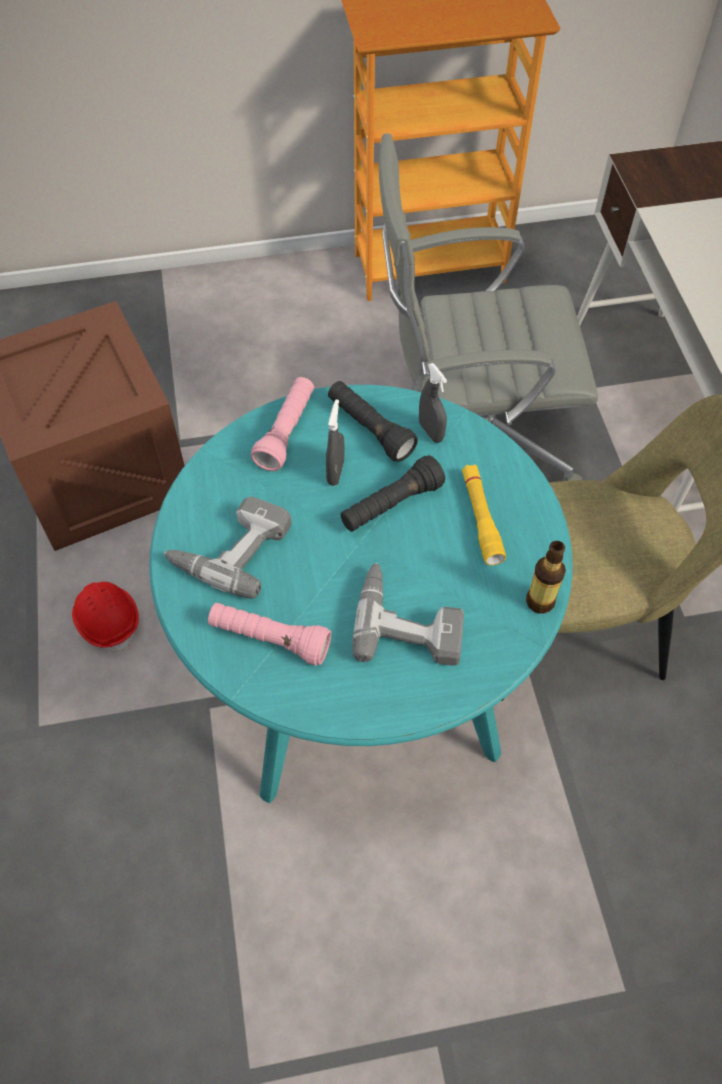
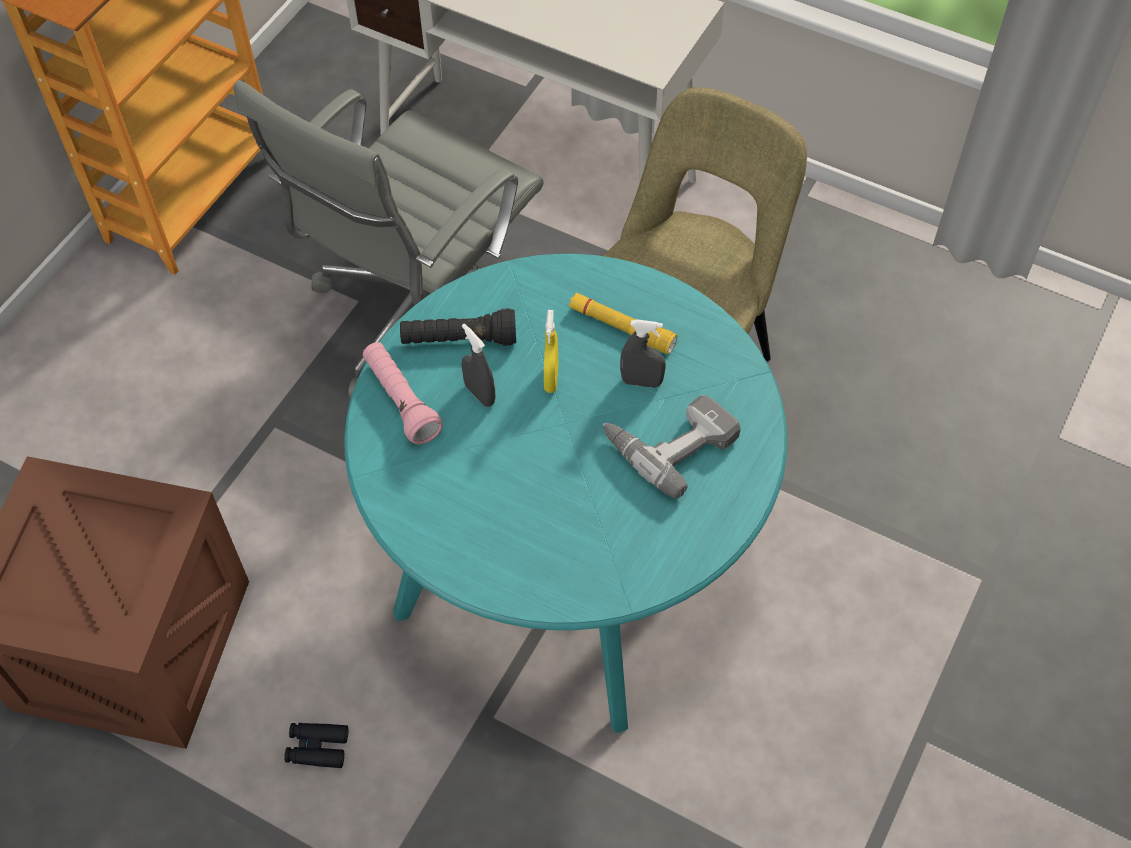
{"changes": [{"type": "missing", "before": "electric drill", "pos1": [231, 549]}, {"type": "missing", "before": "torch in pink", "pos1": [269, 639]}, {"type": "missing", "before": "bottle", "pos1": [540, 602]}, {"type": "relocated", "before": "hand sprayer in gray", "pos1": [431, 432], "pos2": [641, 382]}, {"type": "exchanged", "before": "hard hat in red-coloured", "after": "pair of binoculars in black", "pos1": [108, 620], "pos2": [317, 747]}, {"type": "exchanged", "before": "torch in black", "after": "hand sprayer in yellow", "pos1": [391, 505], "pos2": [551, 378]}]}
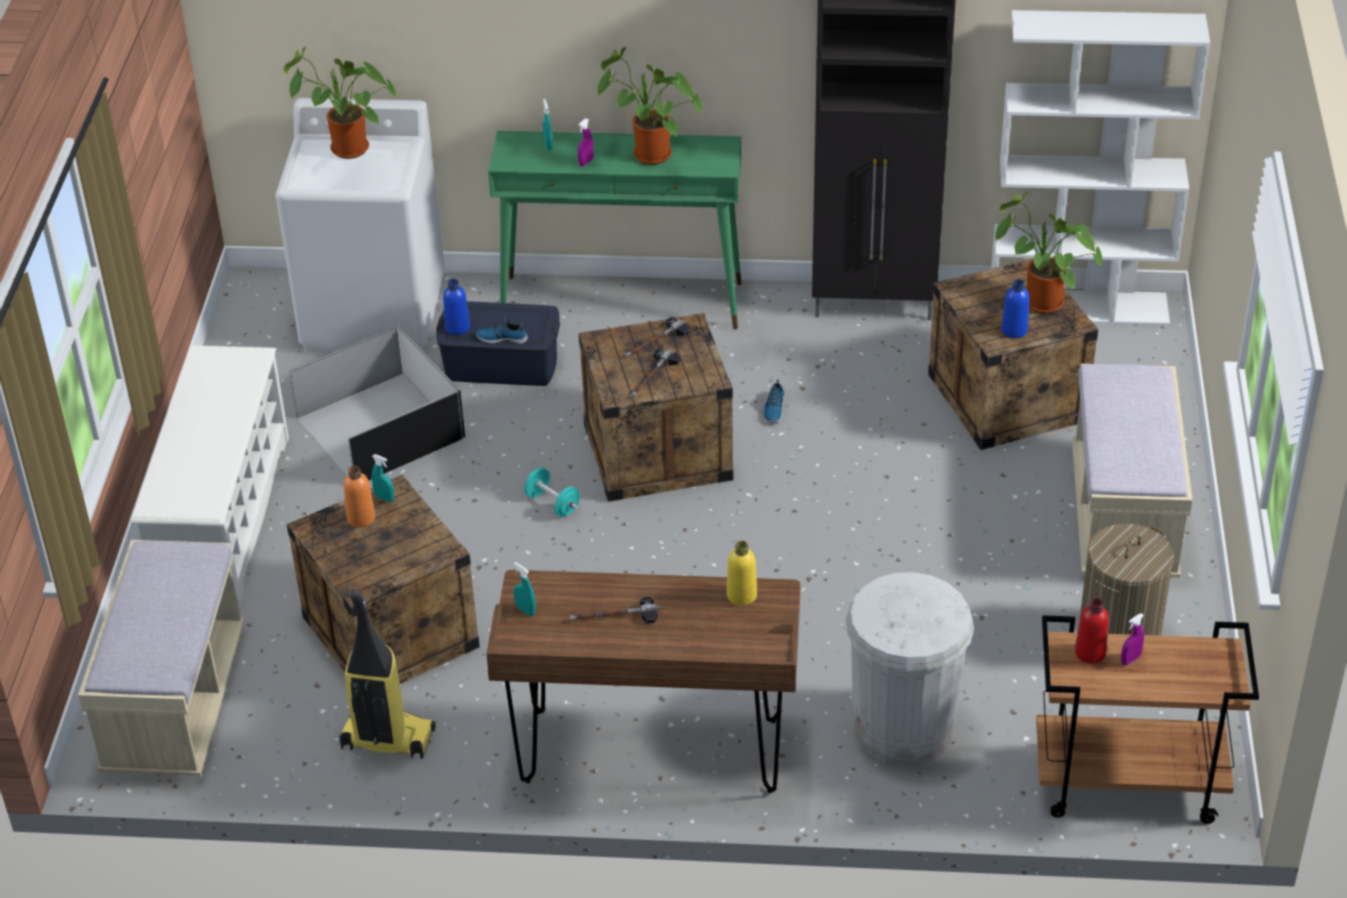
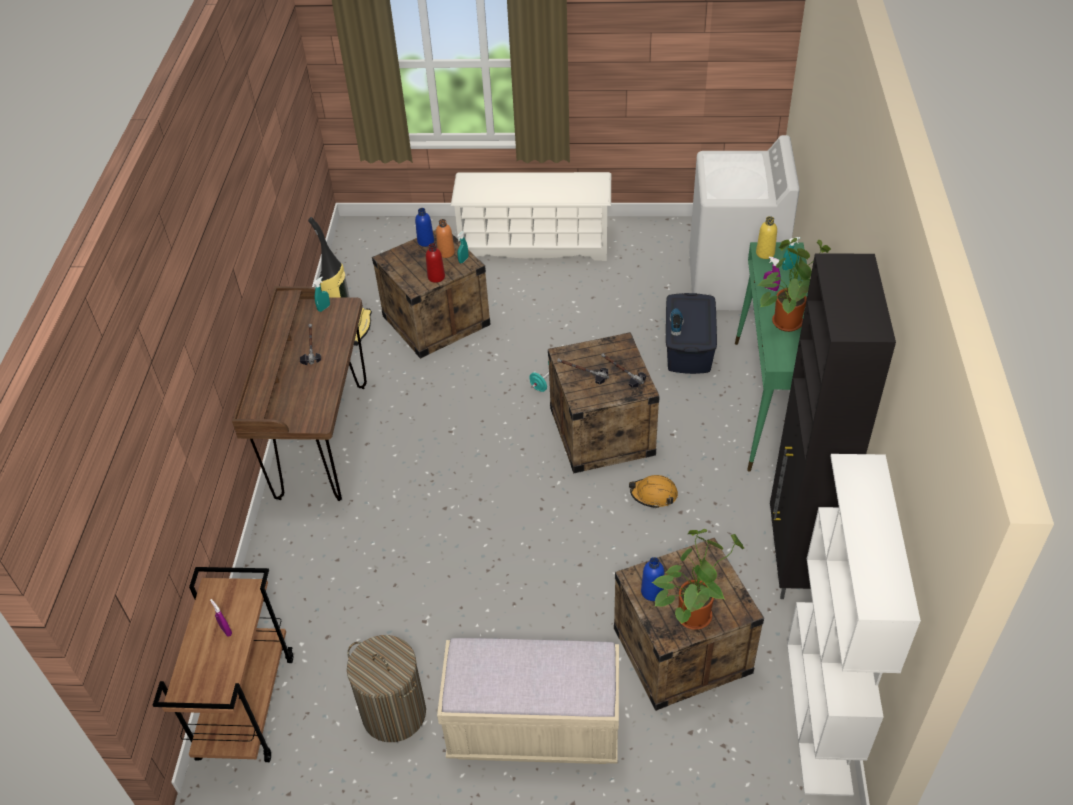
{"changes": [{"type": "missing", "before": "bench in sand-coloured", "pos1": [176, 703]}, {"type": "missing", "before": "plant in a pot", "pos1": [345, 150]}, {"type": "missing", "before": "storage box in black", "pos1": [379, 426]}, {"type": "missing", "before": "trash can in white-coloured", "pos1": [903, 727]}, {"type": "relocated", "before": "bottle in bluish", "pos1": [457, 327], "pos2": [425, 241]}, {"type": "relocated", "before": "bottle in yellow", "pos1": [741, 595], "pos2": [765, 253]}, {"type": "relocated", "before": "bottle in red-coloured", "pos1": [1090, 653], "pos2": [436, 277]}, {"type": "exchanged", "before": "shoe", "after": "hard hat in orange", "pos1": [773, 409], "pos2": [654, 495]}]}
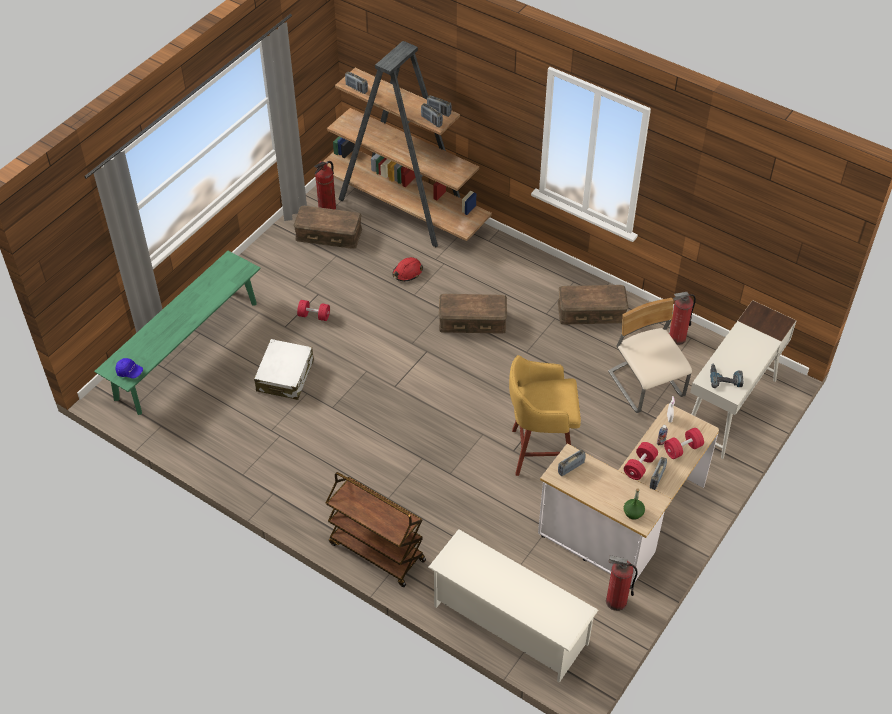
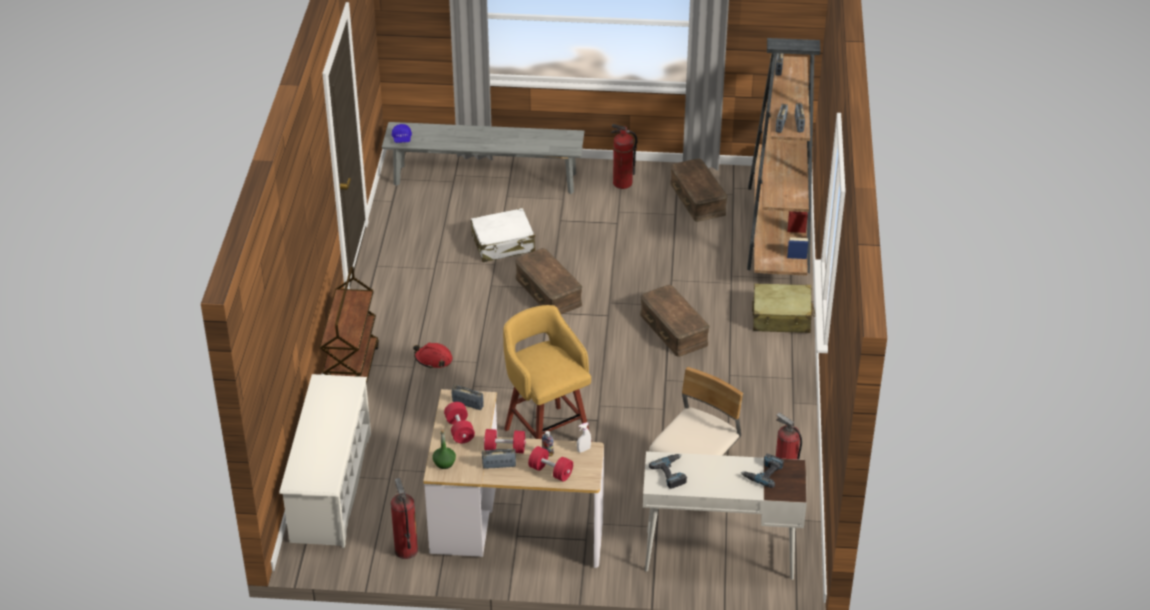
{"changes": [{"type": "appeared", "after": "electric drill", "pos2": [763, 473]}, {"type": "appeared", "after": "travel case in sand-coloured", "pos2": [781, 317]}, {"type": "relocated", "before": "dumbbell in red-coloured", "pos1": [314, 315], "pos2": [459, 430]}, {"type": "relocated", "before": "fire-fighting cylinder", "pos1": [327, 208], "pos2": [622, 183]}, {"type": "relocated", "before": "hard hat in red-coloured", "pos1": [407, 273], "pos2": [433, 359]}, {"type": "relocated", "before": "storage box in brown", "pos1": [591, 312], "pos2": [547, 291]}, {"type": "colour", "before": "bench in green", "after": "bench in gray", "pos1": [187, 350], "pos2": [485, 179]}]}
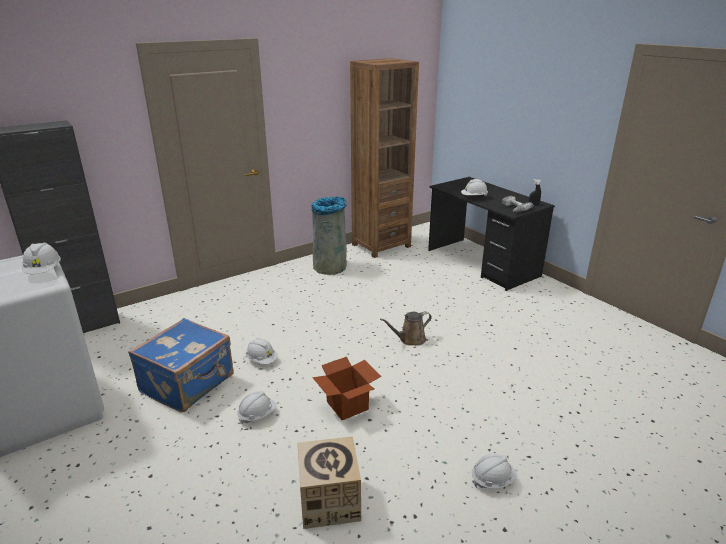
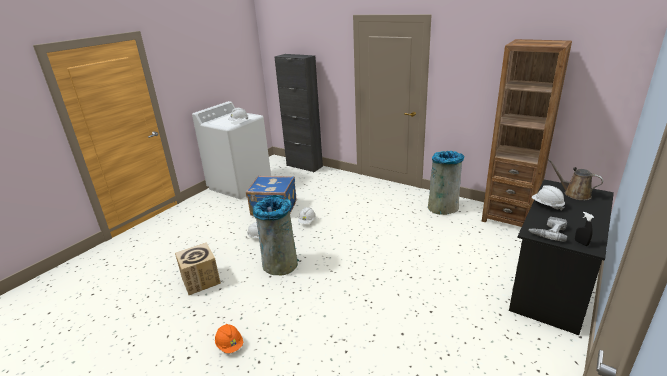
{"changes": [{"type": "relocated", "before": "watering can in brown", "pos1": [410, 339], "pos2": [574, 194]}, {"type": "exchanged", "before": "cardboard box", "after": "trash can in gray", "pos1": [347, 405], "pos2": [279, 264]}, {"type": "colour", "before": "hard hat in white-coloured", "after": "hard hat in orange", "pos1": [493, 480], "pos2": [230, 345]}]}
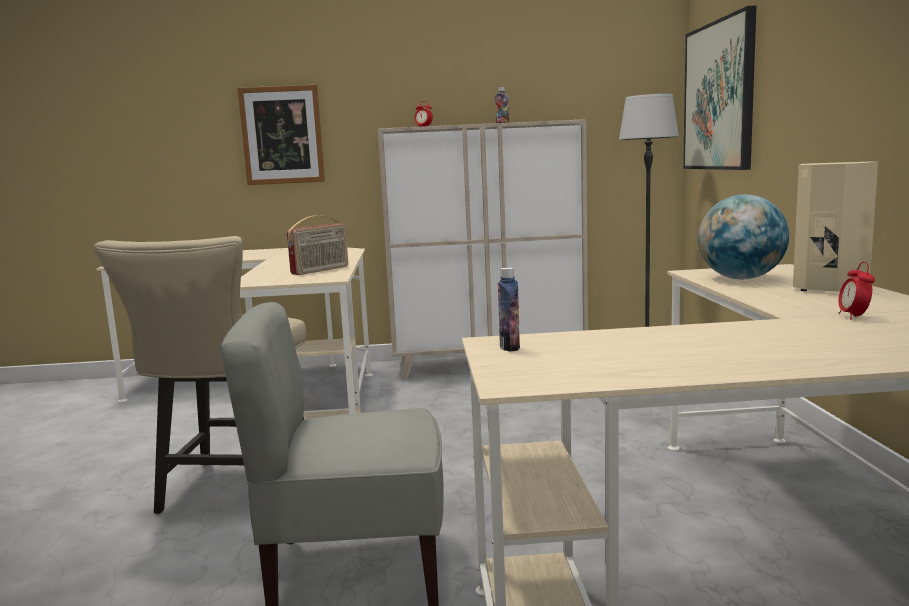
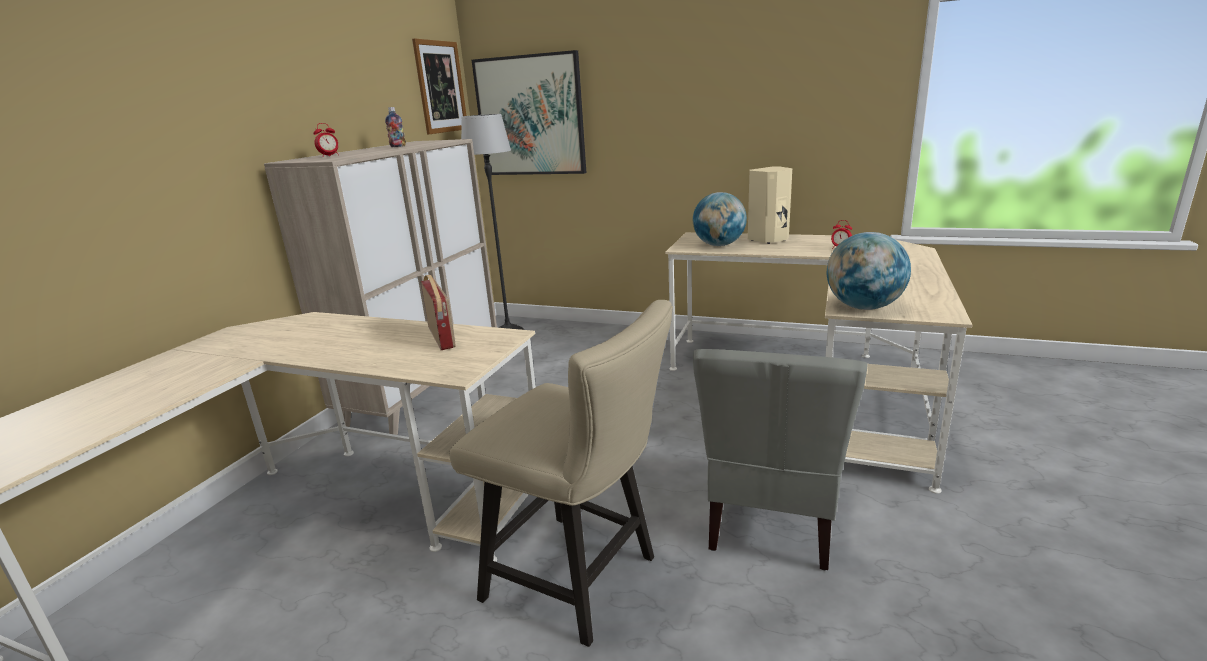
{"changes": [{"type": "relocated", "before": "picture", "pos1": [282, 135], "pos2": [440, 87]}, {"type": "exchanged", "before": "bottle", "after": "world globe", "pos1": [509, 347], "pos2": [863, 307]}]}
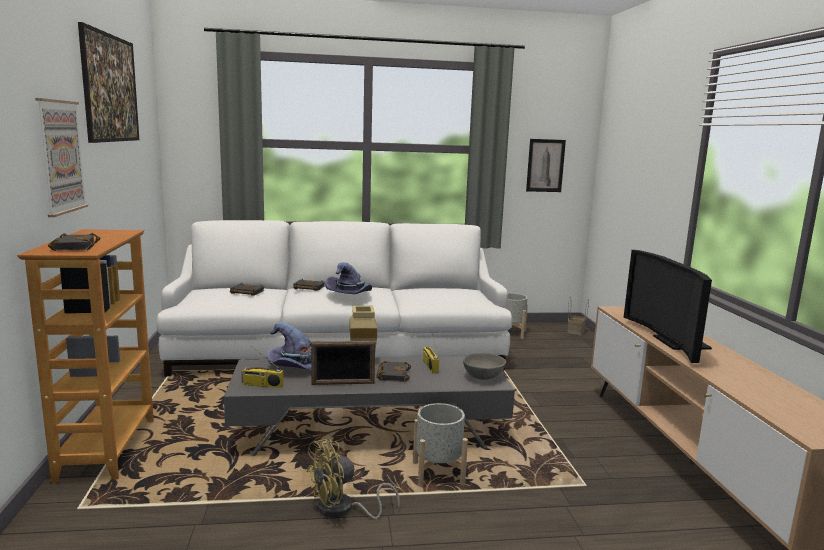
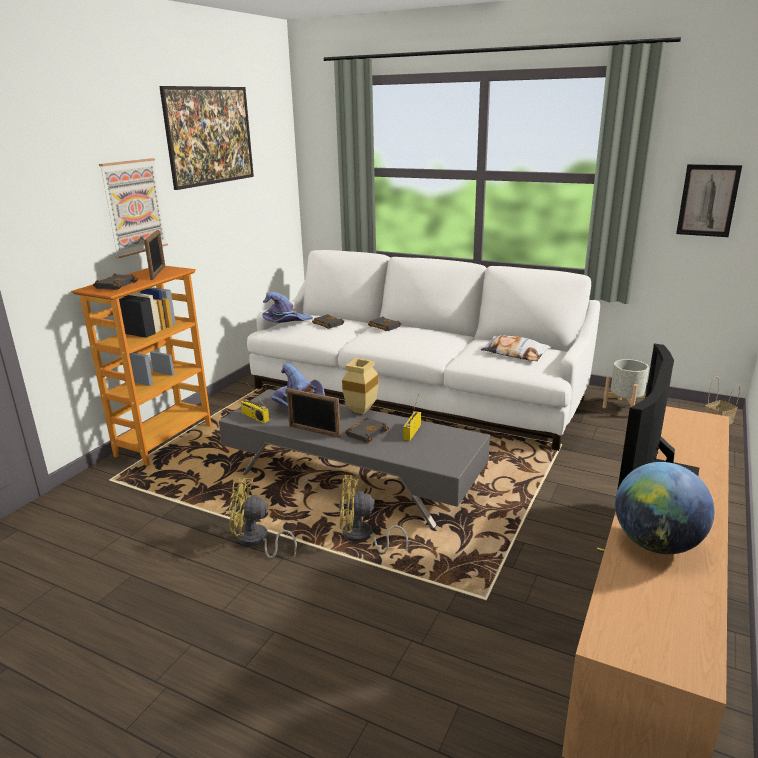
{"changes": [{"type": "missing", "before": "serving bowl in gray", "pos1": [483, 377]}, {"type": "appeared", "after": "photo frame", "pos2": [158, 273]}, {"type": "appeared", "after": "pillow", "pos2": [515, 353]}, {"type": "appeared", "after": "world globe", "pos2": [656, 544]}, {"type": "relocated", "before": "hat in purplish", "pos1": [350, 295], "pos2": [286, 322]}, {"type": "exchanged", "before": "flower pot in gray", "after": "cooling fan in yellow", "pos1": [438, 474], "pos2": [362, 537]}]}
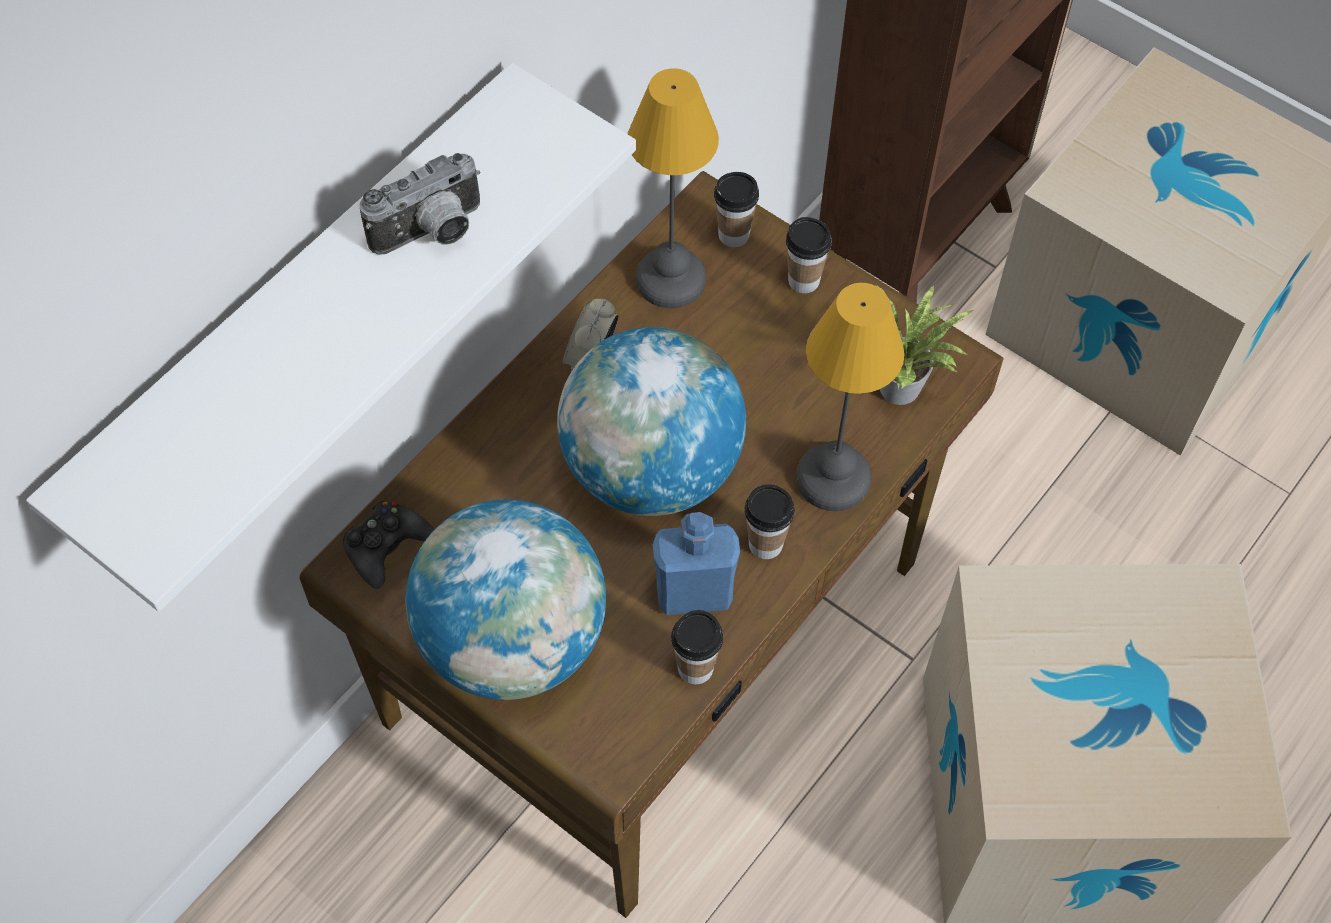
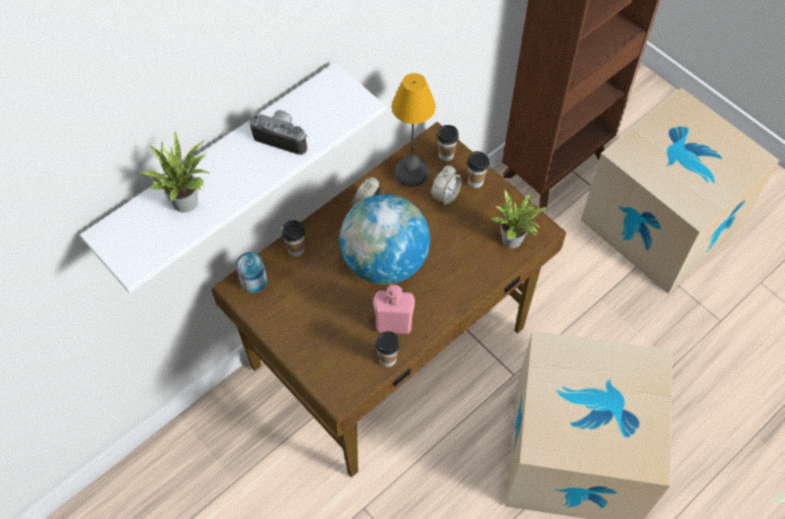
{"changes": [{"type": "missing", "before": "world globe", "pos1": [513, 641]}, {"type": "missing", "before": "lamp for a table", "pos1": [834, 480]}, {"type": "appeared", "after": "plant in a pot", "pos2": [186, 199]}, {"type": "appeared", "after": "bedside clock", "pos2": [445, 196]}, {"type": "relocated", "before": "small cup", "pos1": [765, 544], "pos2": [296, 249]}, {"type": "exchanged", "before": "game controller in black", "after": "sealed can", "pos1": [386, 547], "pos2": [253, 281]}, {"type": "colour", "before": "bottle in bluish", "after": "bottle in pink", "pos1": [694, 593], "pos2": [394, 324]}, {"type": "spun", "before": "still camera", "pos1": [432, 233], "pos2": [283, 138], "turn": -135}]}
